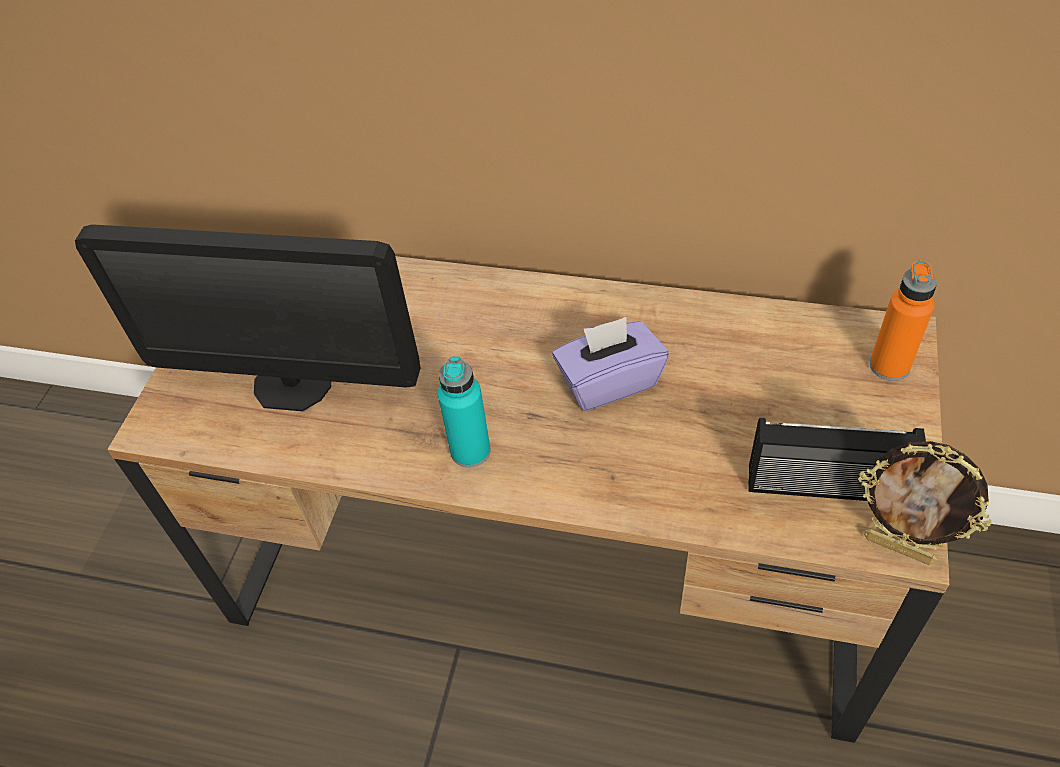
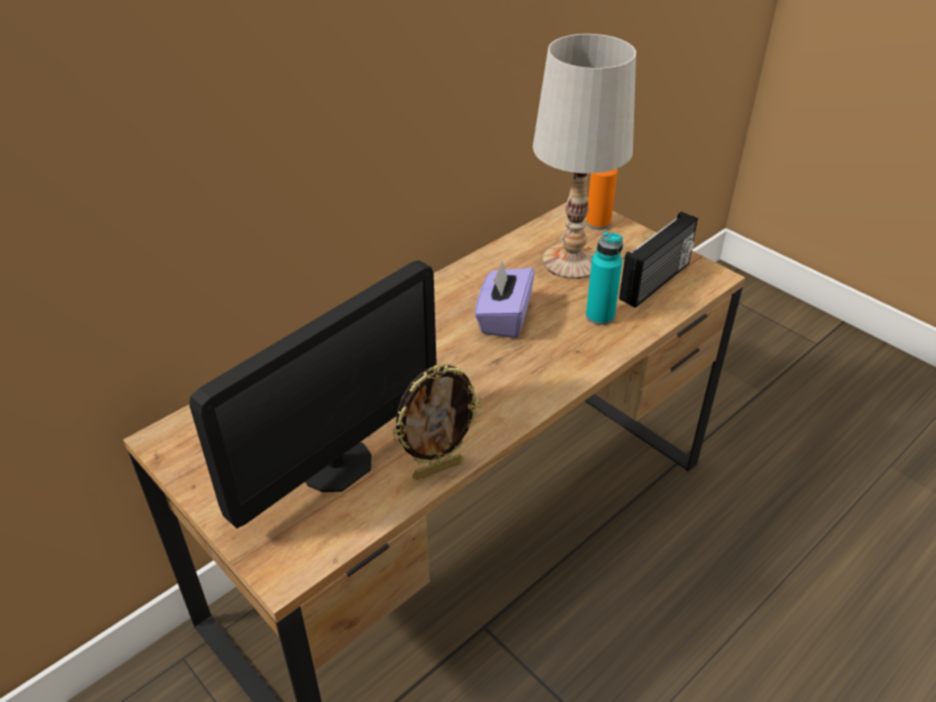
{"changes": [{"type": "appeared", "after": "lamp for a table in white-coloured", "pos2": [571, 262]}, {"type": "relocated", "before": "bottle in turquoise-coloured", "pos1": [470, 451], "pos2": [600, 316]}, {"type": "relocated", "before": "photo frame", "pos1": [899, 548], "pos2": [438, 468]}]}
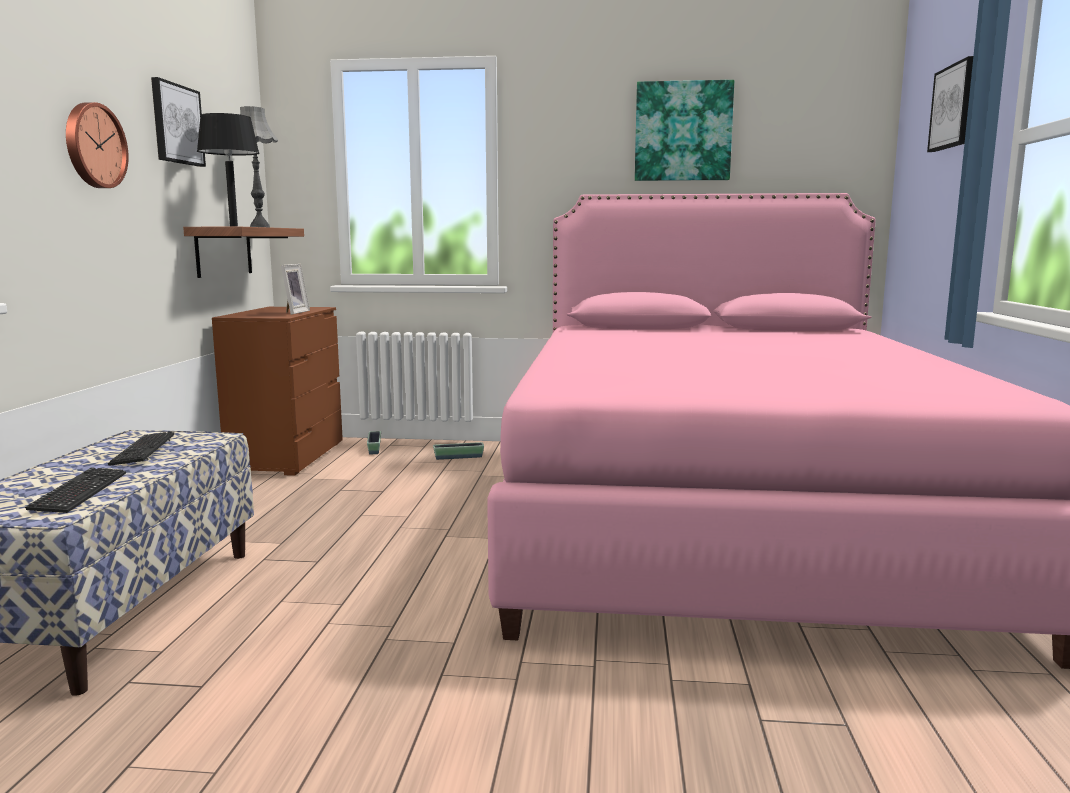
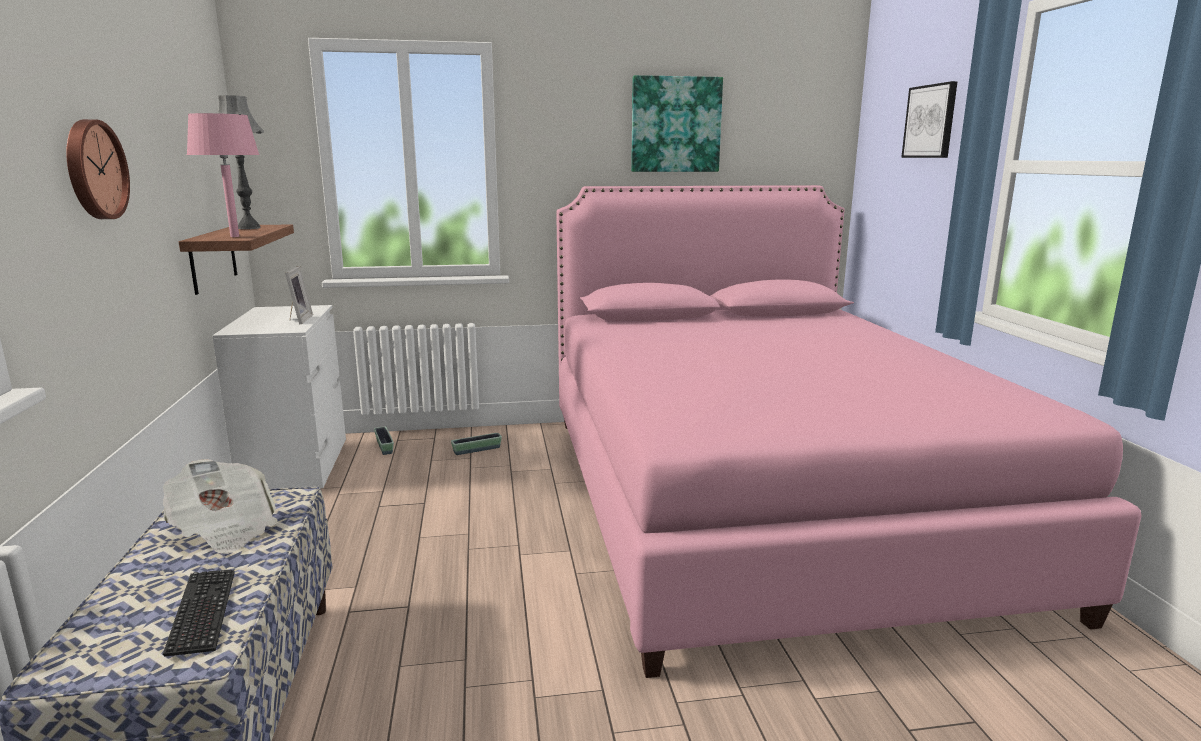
{"changes": [{"type": "missing", "before": "picture", "pos1": [176, 124]}, {"type": "exchanged", "before": "PC keyboard", "after": "newspaper", "pos1": [143, 450], "pos2": [225, 530]}, {"type": "colour", "before": "lamp for a table in black", "after": "lamp for a table in pink", "pos1": [234, 226], "pos2": [235, 236]}, {"type": "colour", "before": "dresser in brown", "after": "dresser in white-coloured", "pos1": [287, 457], "pos2": [296, 467]}]}
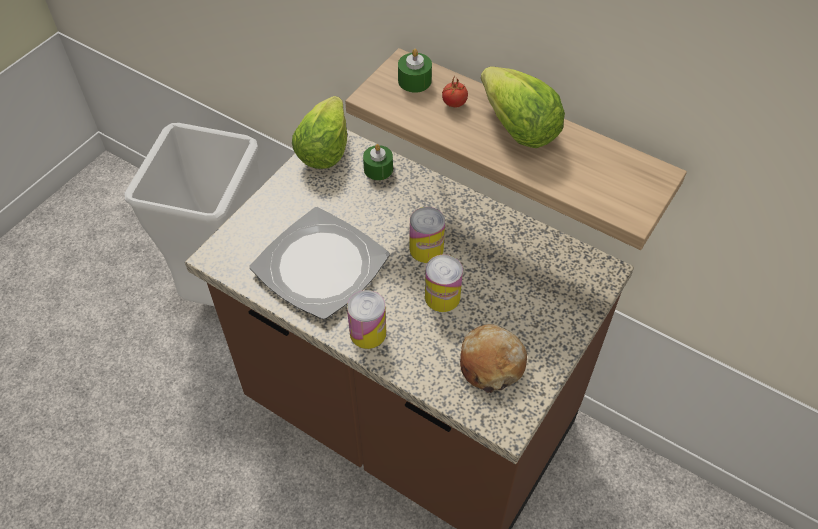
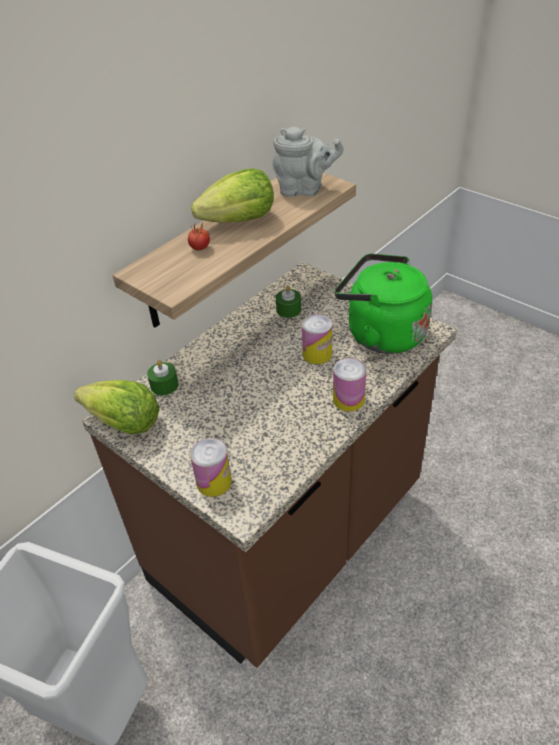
{"changes": [{"type": "missing", "before": "plate", "pos1": [319, 266]}, {"type": "appeared", "after": "teapot in gray", "pos2": [304, 190]}, {"type": "relocated", "before": "wax candle in green", "pos1": [414, 81], "pos2": [288, 310]}, {"type": "relocated", "before": "sealed can", "pos1": [426, 249], "pos2": [214, 482]}, {"type": "exchanged", "before": "bakery bread", "after": "tea kettle in green", "pos1": [491, 363], "pos2": [381, 333]}]}
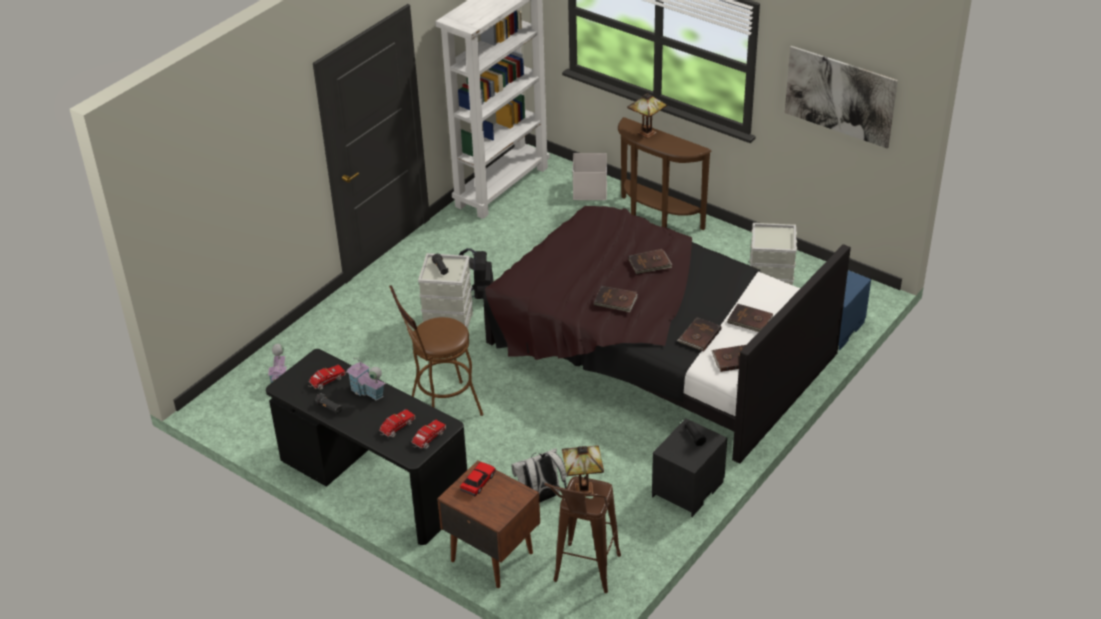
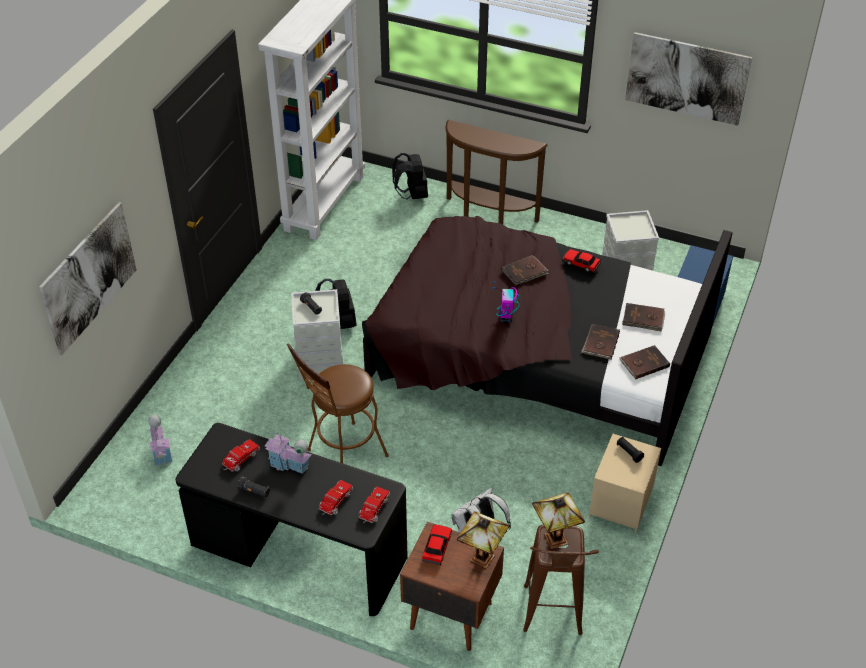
{"changes": [{"type": "appeared", "after": "picture", "pos2": [89, 277]}, {"type": "appeared", "after": "miniature car", "pos2": [580, 264]}, {"type": "relocated", "before": "lamp for a table", "pos1": [647, 134], "pos2": [482, 560]}, {"type": "exchanged", "before": "storage box in white-coloured", "after": "knapsack in black", "pos1": [589, 189], "pos2": [412, 195]}, {"type": "exchanged", "before": "book in brown", "after": "model robot", "pos1": [615, 301], "pos2": [505, 318]}, {"type": "colour", "before": "bedside table in black", "after": "bedside table in sand-coloured", "pos1": [688, 490], "pos2": [621, 504]}]}
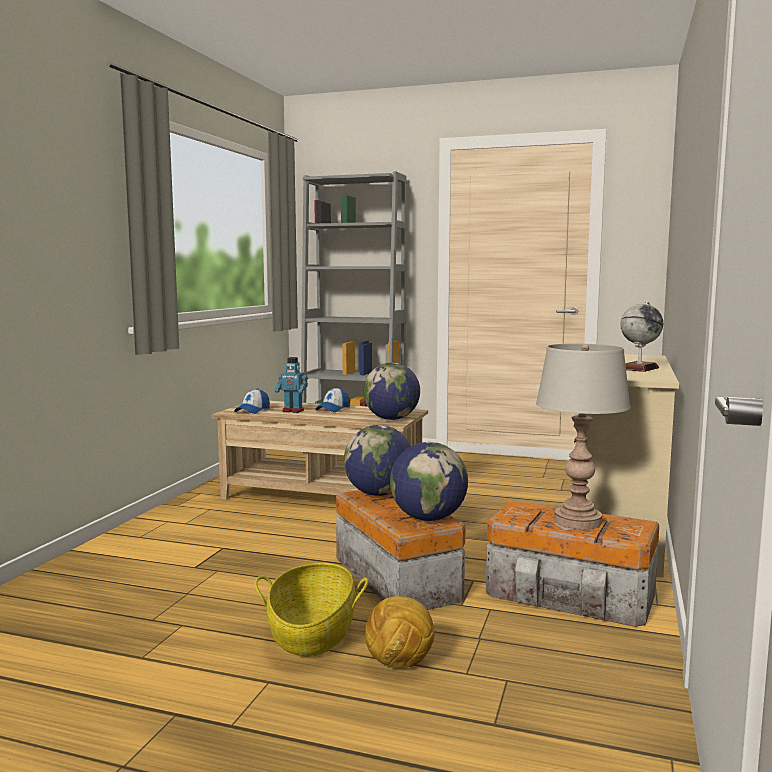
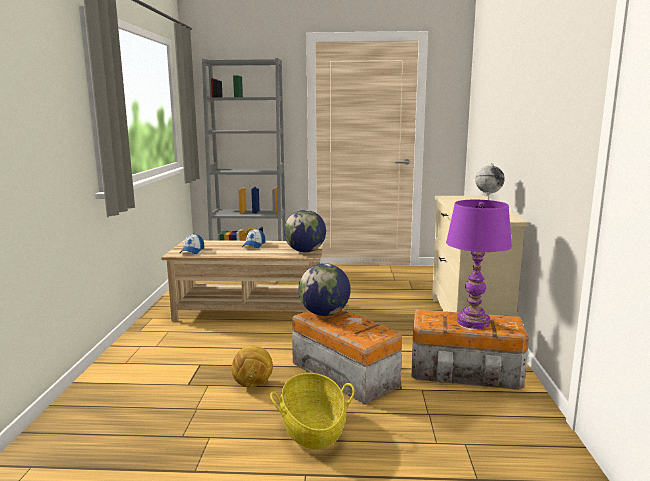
{"changes": [{"type": "missing", "before": "model robot", "pos1": [293, 411]}, {"type": "missing", "before": "world globe", "pos1": [428, 518]}, {"type": "relocated", "before": "football ball", "pos1": [400, 664], "pos2": [253, 385]}, {"type": "colour", "before": "lamp for a table in gray", "after": "lamp for a table in purplish", "pos1": [577, 521], "pos2": [473, 322]}]}
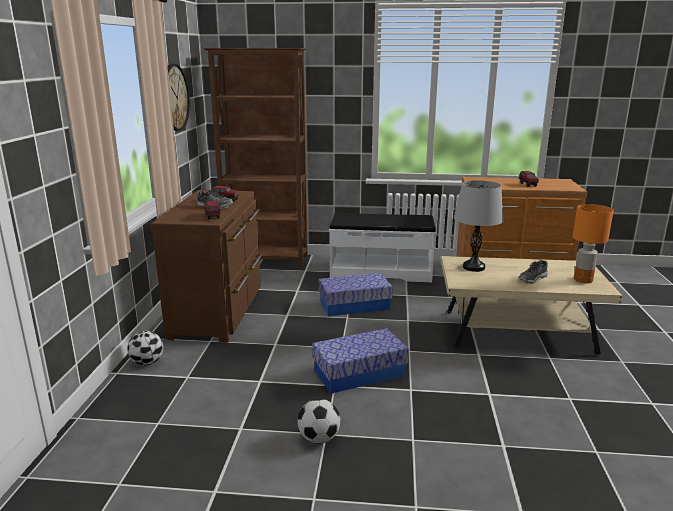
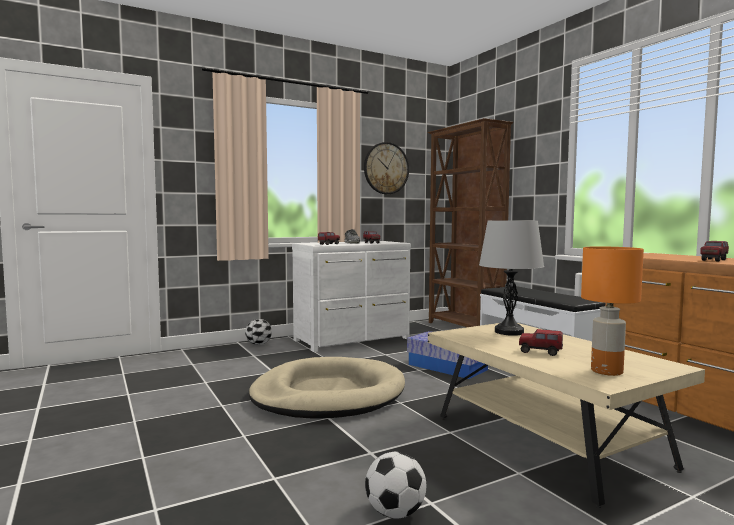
{"changes": [{"type": "relocated", "before": "football ball", "pos1": [319, 438], "pos2": [395, 513]}, {"type": "exchanged", "before": "storage box", "after": "pet bed in sand-coloured", "pos1": [359, 373], "pos2": [328, 394]}, {"type": "exchanged", "before": "shoe", "after": "toy lorry", "pos1": [533, 279], "pos2": [540, 352]}, {"type": "colour", "before": "dresser in brown", "after": "dresser in white-coloured", "pos1": [219, 312], "pos2": [354, 340]}]}
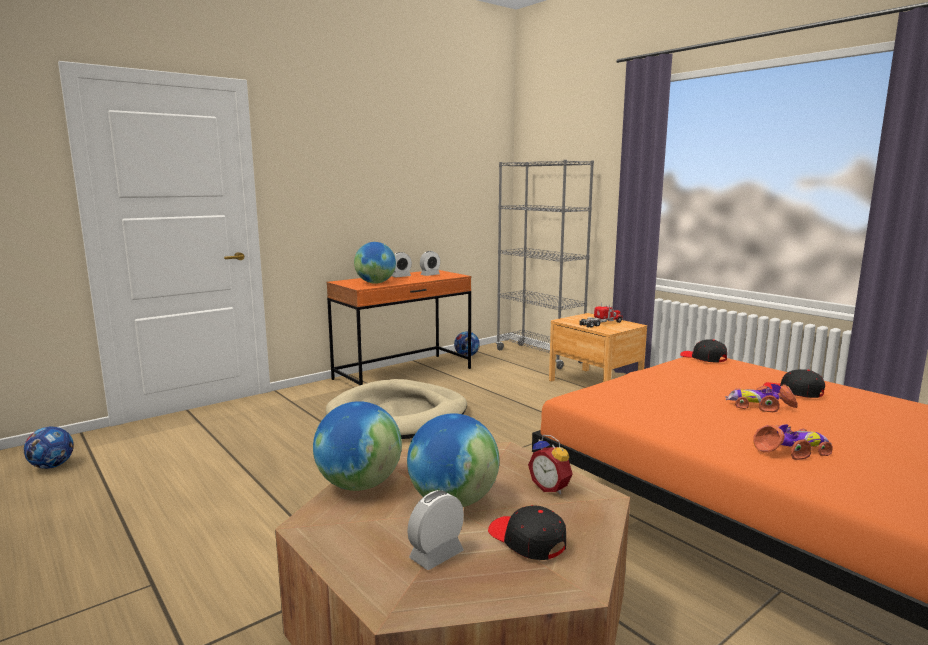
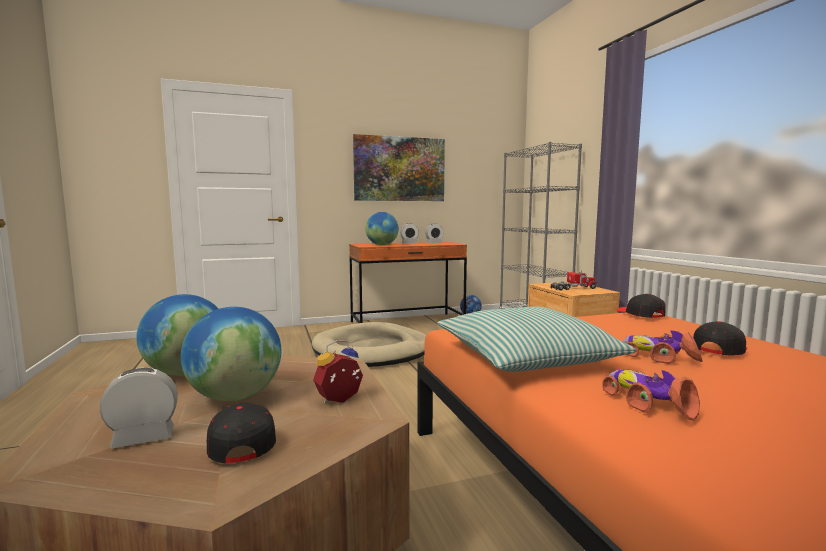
{"changes": [{"type": "missing", "before": "football ball", "pos1": [52, 466]}, {"type": "appeared", "after": "picture", "pos2": [399, 169]}, {"type": "appeared", "after": "pillow", "pos2": [526, 357]}, {"type": "spun", "before": "bedside clock", "pos1": [551, 488], "pos2": [340, 400], "turn": 75}, {"type": "spun", "before": "miniature car", "pos1": [793, 450], "pos2": [648, 402], "turn": -120}, {"type": "spun", "before": "baseball cap in black", "pos1": [793, 392], "pos2": [720, 349], "turn": 75}]}
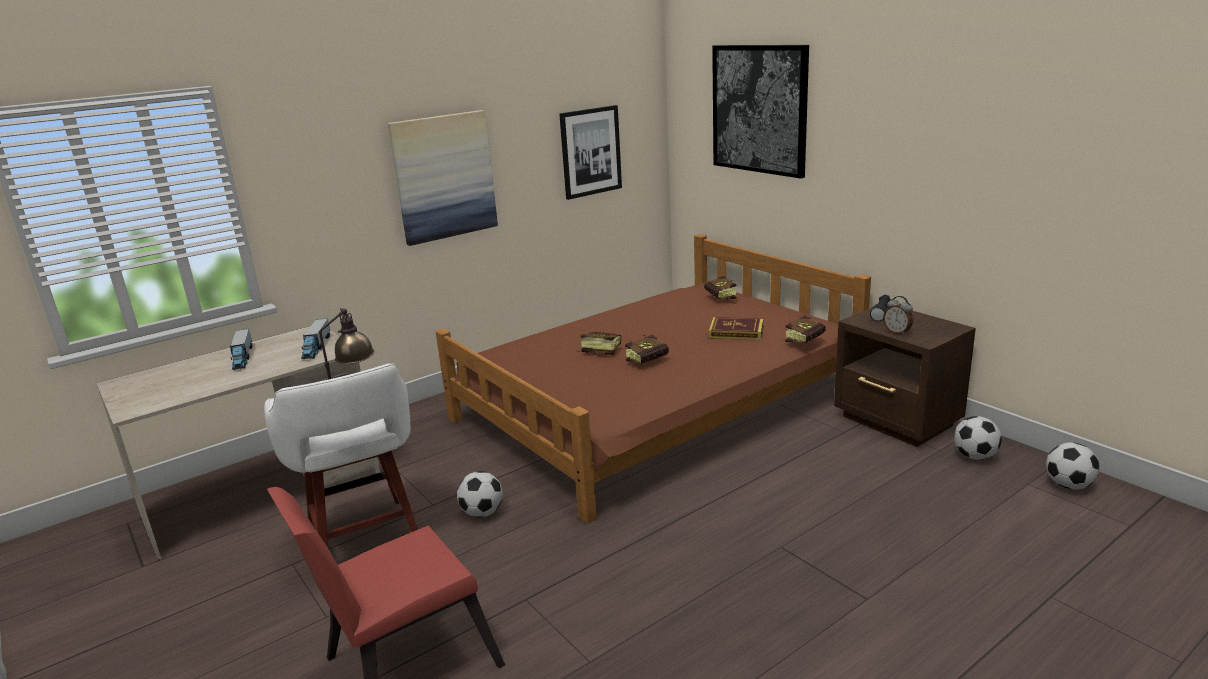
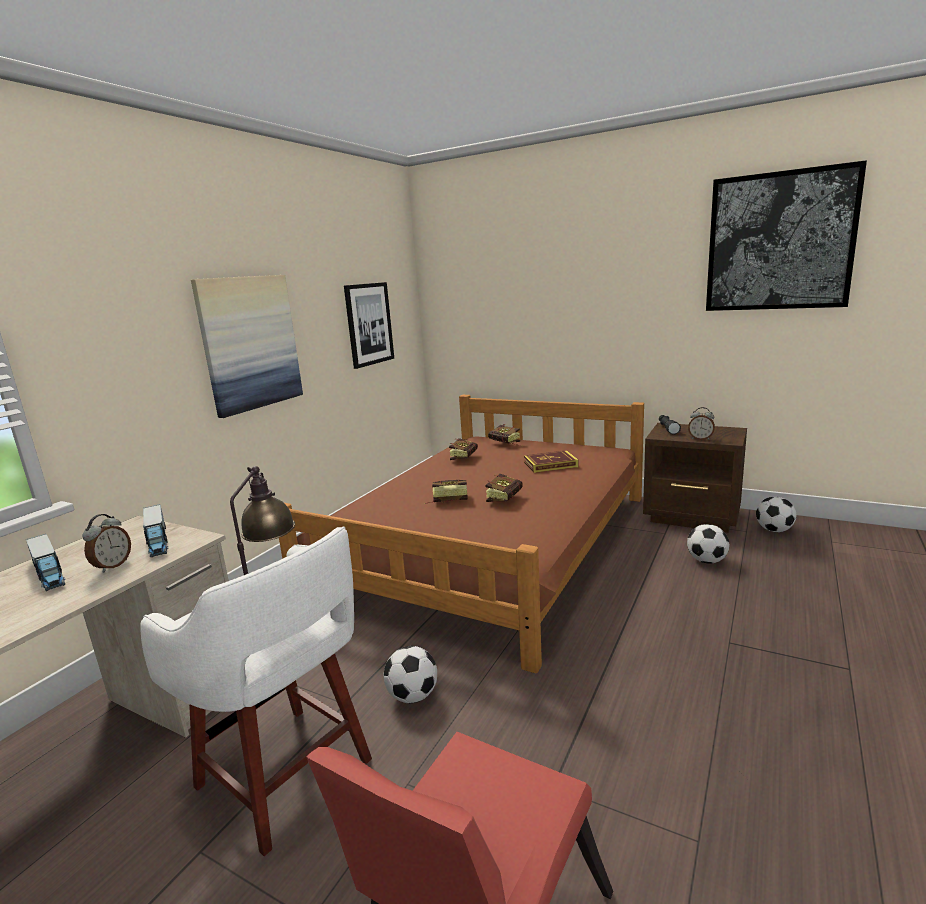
{"changes": [{"type": "appeared", "after": "bedside clock", "pos2": [112, 566]}, {"type": "relocated", "before": "picture", "pos1": [759, 109], "pos2": [779, 242]}, {"type": "relocated", "before": "book", "pos1": [806, 341], "pos2": [465, 457]}, {"type": "relocated", "before": "football ball", "pos1": [1068, 485], "pos2": [706, 561]}]}
